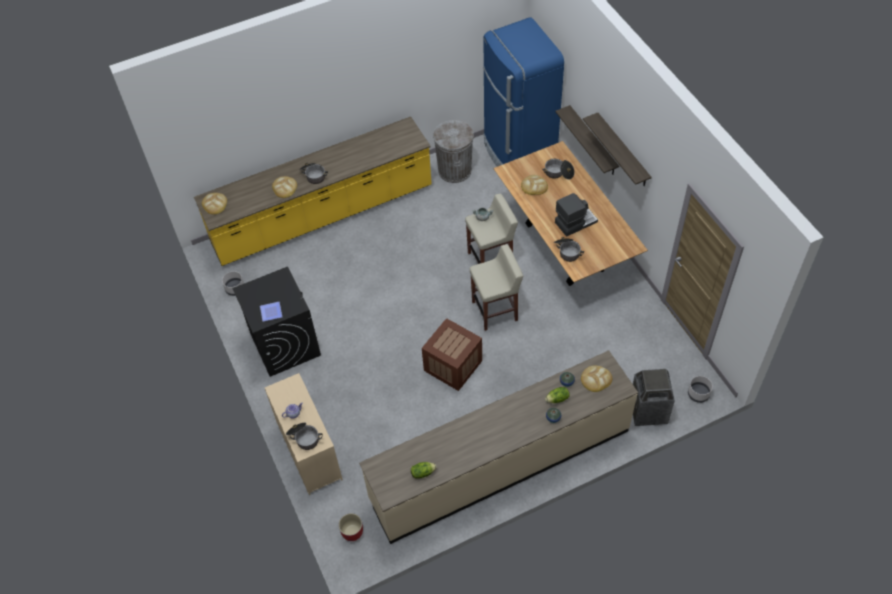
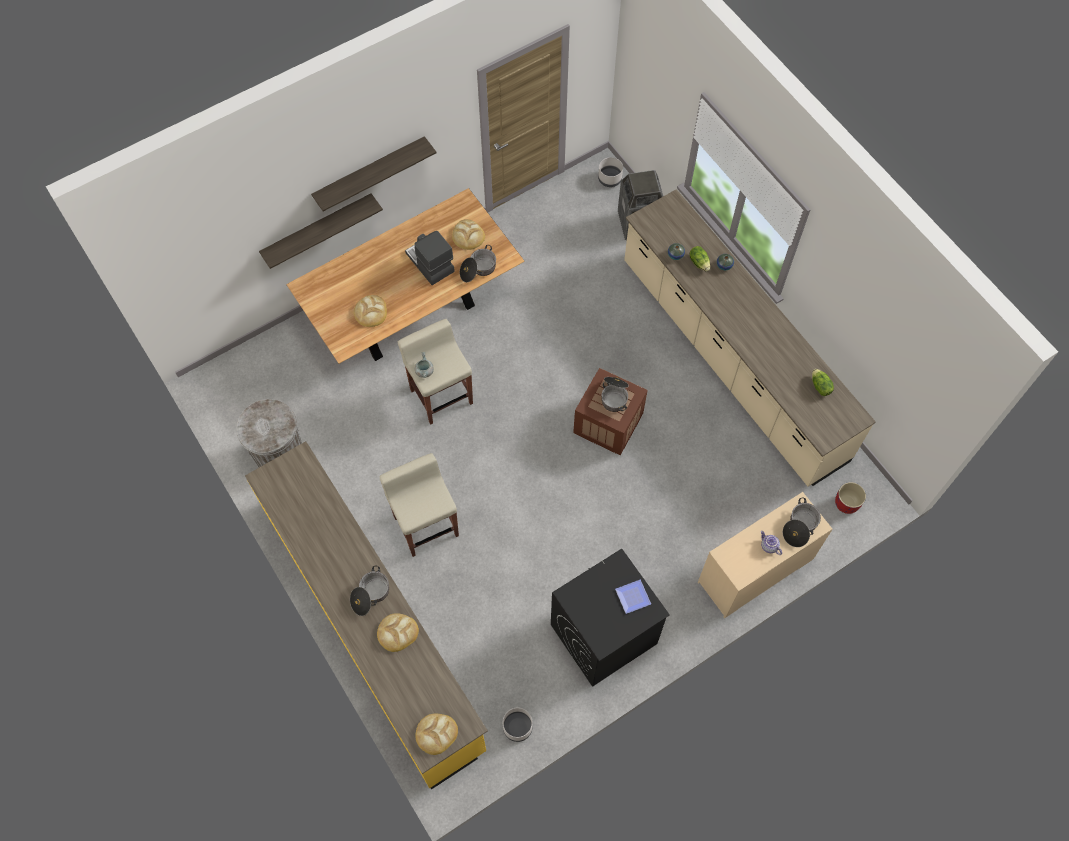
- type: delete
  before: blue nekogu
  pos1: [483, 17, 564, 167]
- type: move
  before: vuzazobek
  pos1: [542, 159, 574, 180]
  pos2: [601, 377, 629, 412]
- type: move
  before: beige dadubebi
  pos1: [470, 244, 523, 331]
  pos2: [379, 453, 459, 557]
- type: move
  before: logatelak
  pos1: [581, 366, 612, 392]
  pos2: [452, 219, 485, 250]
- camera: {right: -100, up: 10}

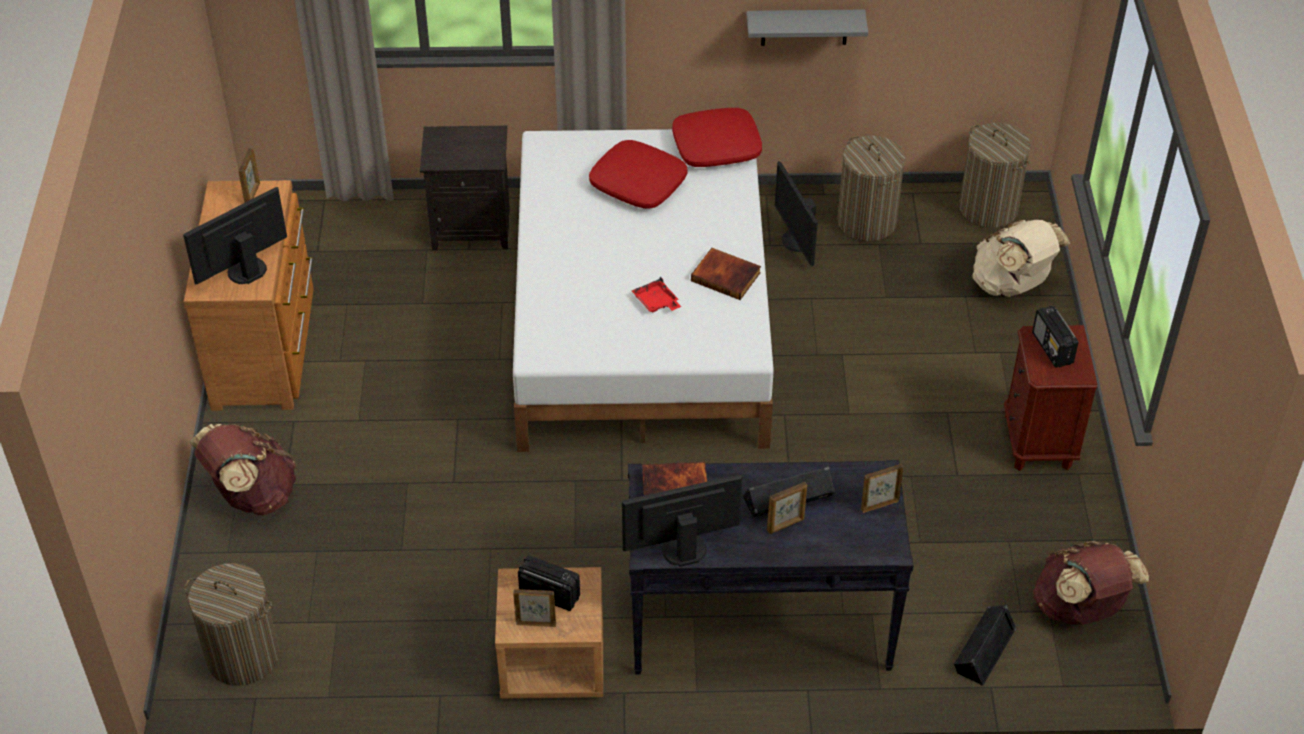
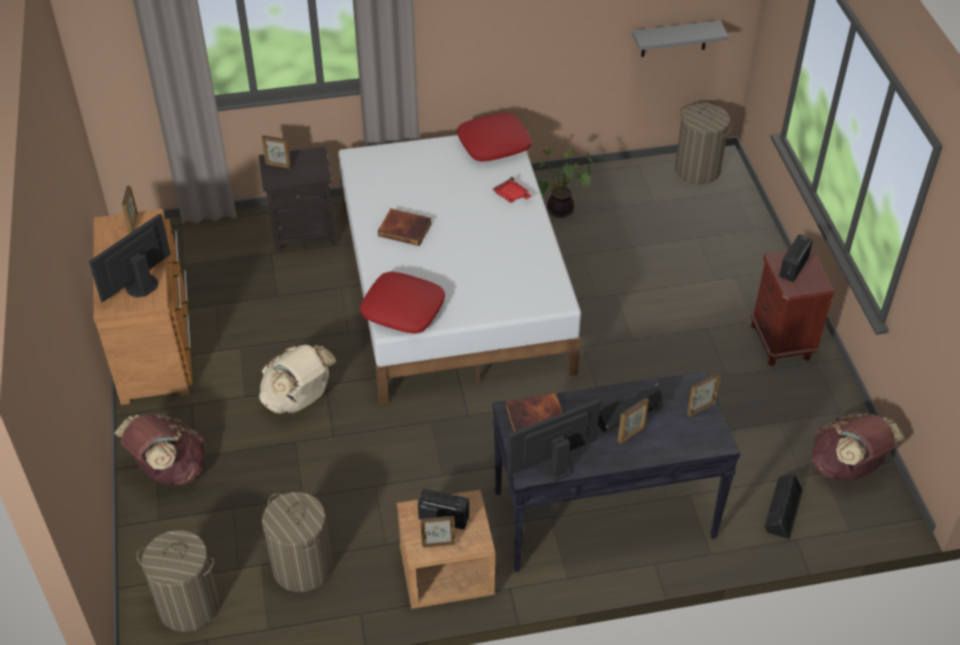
- type: move
  before: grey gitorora
  pos1: [747, 9, 868, 46]
  pos2: [632, 20, 729, 57]
- type: move
  before: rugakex
  pos1: [837, 136, 905, 241]
  pos2: [262, 492, 332, 592]
- type: move
  before: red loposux
  pos1: [589, 140, 688, 209]
  pos2: [360, 272, 445, 334]
- type: replace
  before: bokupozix
  after: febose
  pos1: [775, 161, 818, 266]
  pos2: [537, 148, 594, 218]
- type: move
  before: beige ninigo
  pos1: [972, 220, 1071, 297]
  pos2: [259, 344, 336, 413]
- type: move
  before: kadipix
  pos1: [691, 248, 761, 300]
  pos2: [378, 208, 432, 246]
- type: move
  before: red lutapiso
  pos1: [632, 277, 681, 312]
  pos2: [492, 177, 532, 203]
- type: rotate
  before: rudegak
  pos1: [1032, 306, 1078, 368]
  pos2: [779, 234, 813, 282]
  turn: 60
- type: insert
  after: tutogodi
  pos2: [262, 135, 291, 169]
- camera: {right: -10, up: 0}

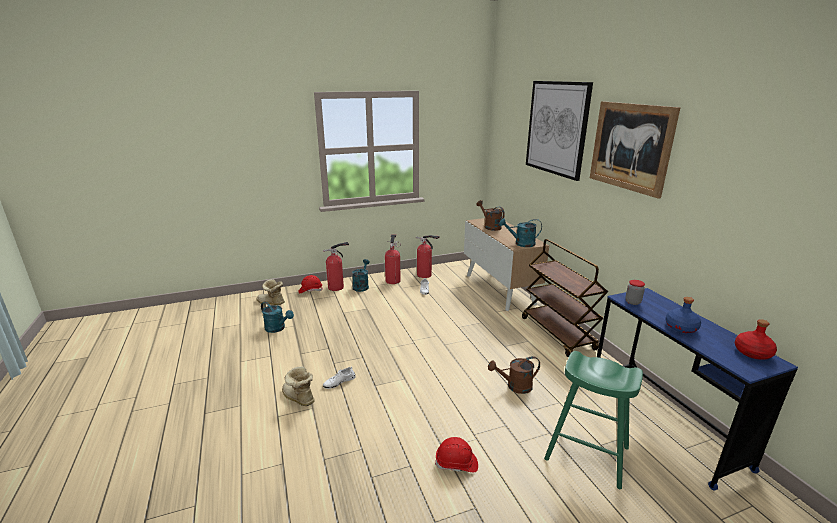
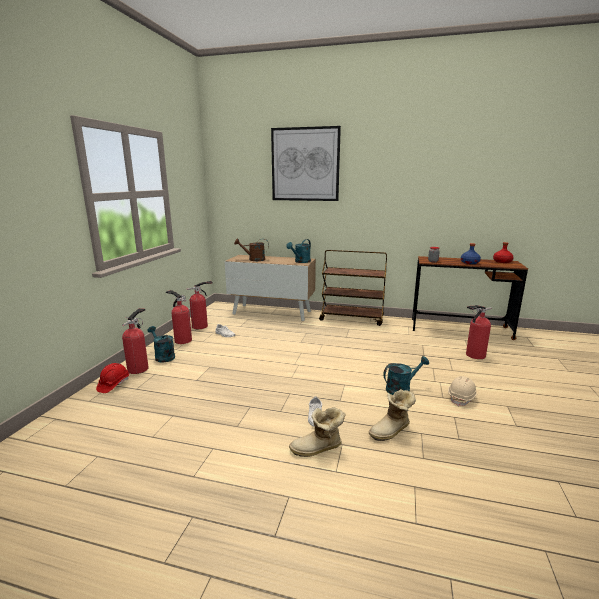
- type: delete
  before: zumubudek
  pos1: [590, 101, 681, 199]
- type: move
  before: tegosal
  pos1: [257, 279, 285, 305]
  pos2: [369, 389, 416, 441]
- type: recolor
  before: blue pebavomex
  after: brown pebavomex
  pos1: [597, 288, 798, 491]
  pos2: [412, 256, 528, 340]
- type: move
  before: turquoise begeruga
  pos1: [261, 302, 294, 333]
  pos2: [383, 356, 429, 395]
- type: replace
  before: green dadubebi
  after: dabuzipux
  pos1: [544, 351, 643, 489]
  pos2: [466, 305, 492, 359]
- type: delete
  before: brown begeruga
  pos1: [488, 356, 540, 394]
- type: recolor
  before: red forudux
  after: beige forudux
  pos1: [435, 437, 478, 472]
  pos2: [448, 376, 477, 407]
- camera: {right: -55, up: -5}

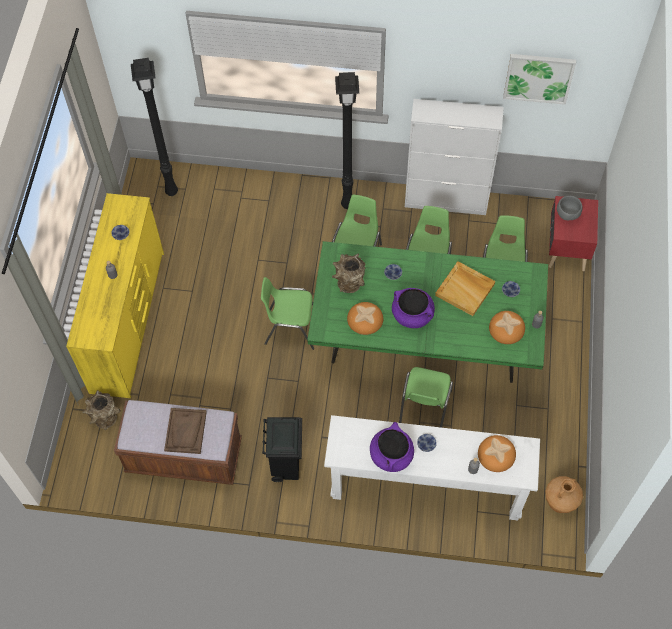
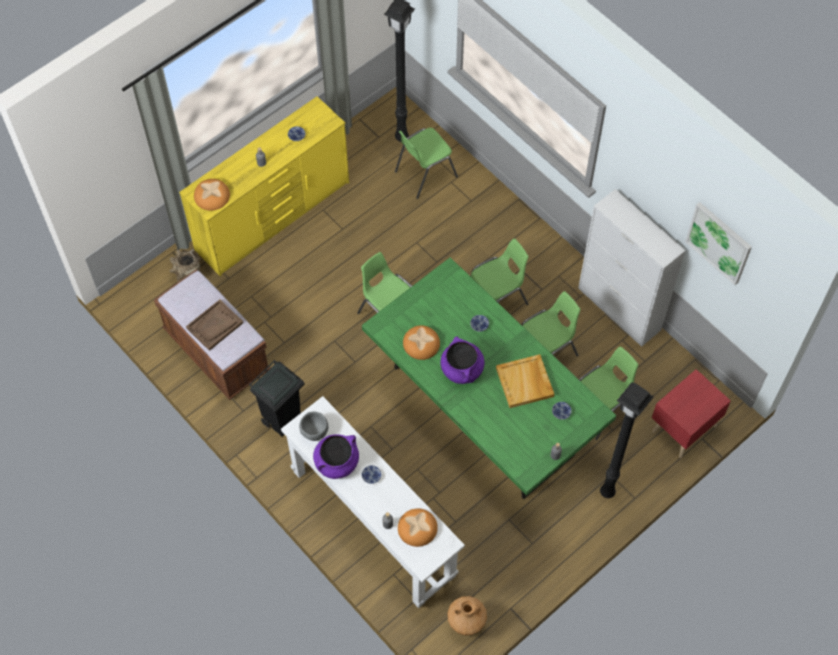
- type: move
  before: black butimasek
  pos1: [335, 72, 359, 209]
  pos2: [600, 382, 653, 498]
- type: move
  before: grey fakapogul
  pos1: [557, 196, 582, 220]
  pos2: [299, 411, 328, 441]
- type: delete
  before: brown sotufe
  pos1: [332, 253, 366, 293]
- type: move
  before: logatelak
  pos1: [489, 311, 525, 344]
  pos2: [194, 179, 230, 211]
- type: move
  before: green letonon
  pos1: [399, 367, 453, 428]
  pos2: [395, 128, 458, 199]
- camera: {right: 40, up: 0}

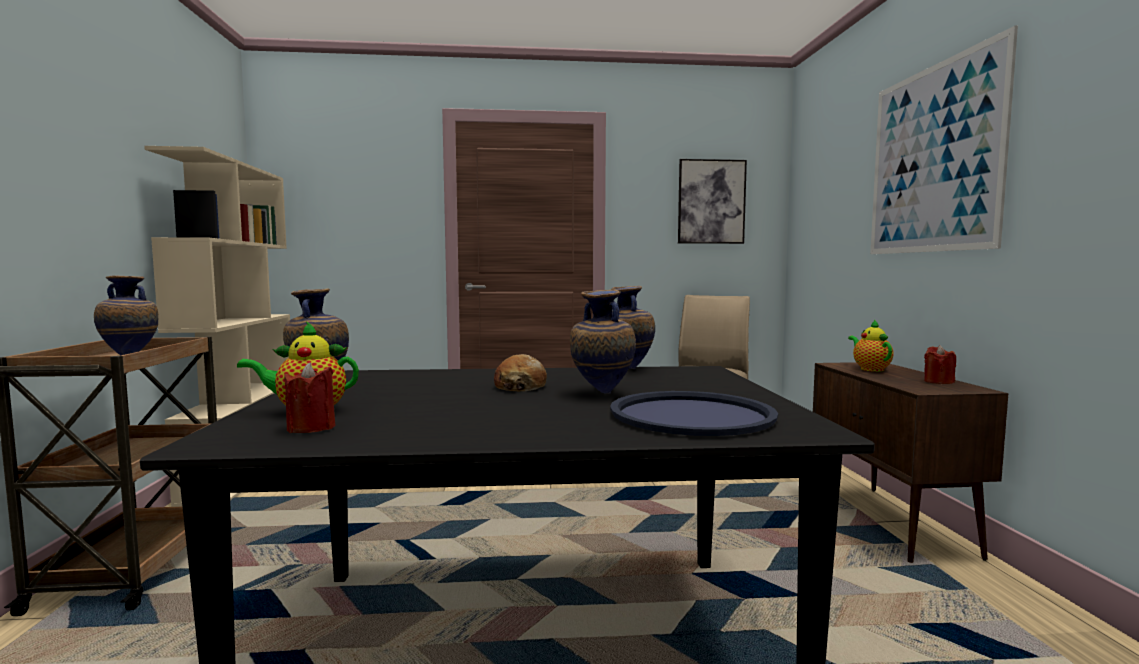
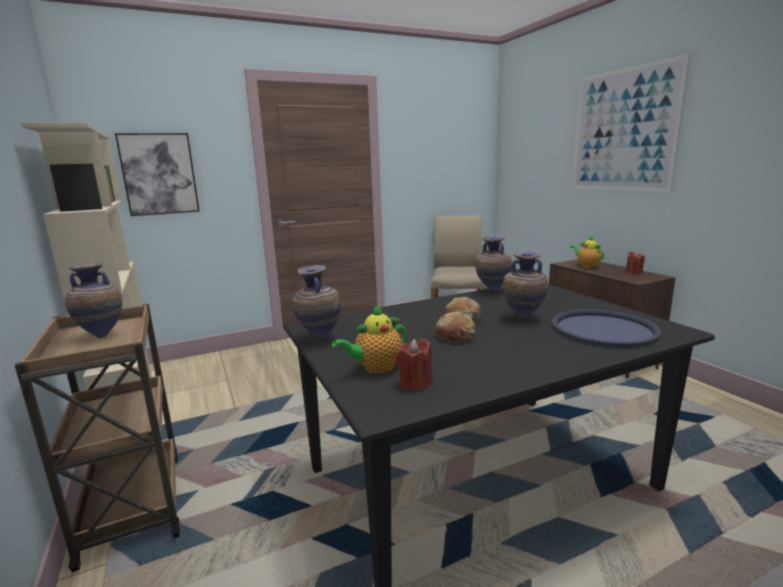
- type: move
  before: zumubudek
  pos1: [678, 159, 747, 244]
  pos2: [115, 133, 200, 216]
- type: insert
  after: logatelak
  pos2: [435, 311, 476, 343]
- camera: {right: -20, up: 10}

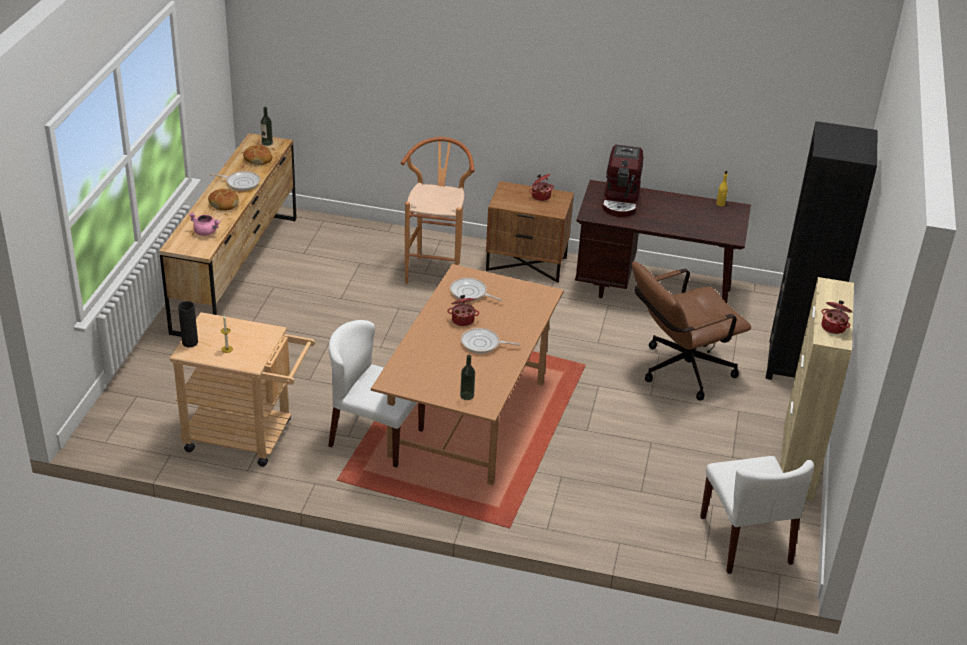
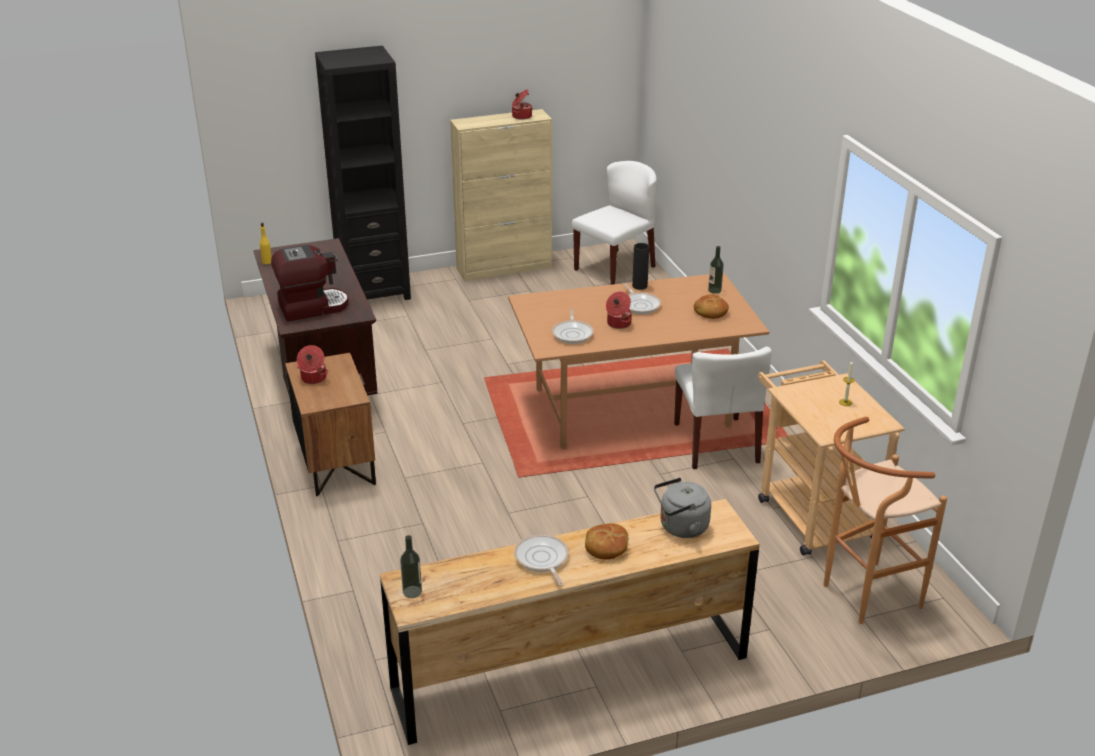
- type: move
  before: brown dadubebi
  pos1: [401, 137, 475, 284]
  pos2: [824, 417, 947, 624]
- type: move
  before: logatelak
  pos1: [243, 145, 273, 165]
  pos2: [694, 295, 729, 319]
- type: replace
  before: pink vuzazobek
  after: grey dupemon
  pos1: [189, 213, 221, 236]
  pos2: [654, 478, 711, 538]
- type: delete
  before: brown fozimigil
  pos1: [632, 261, 751, 400]
- type: move
  before: black sotufe
  pos1: [178, 301, 198, 347]
  pos2: [632, 243, 649, 290]
- camera: {right: -120, up: -5}

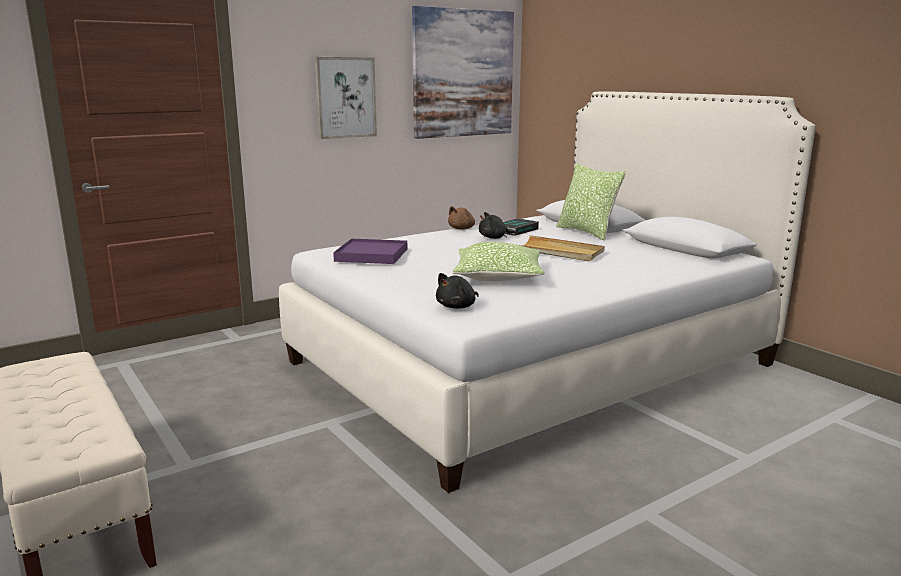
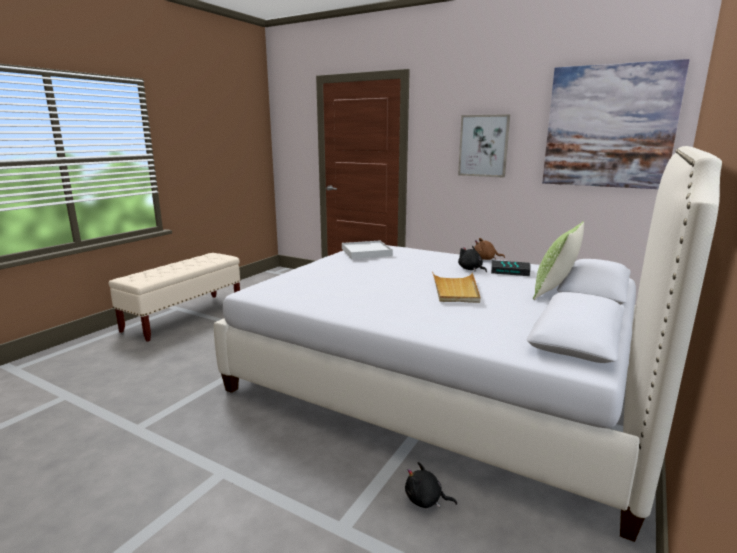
- type: recolor
  before: purple lutapiso
  after: white lutapiso
  pos1: [333, 239, 407, 264]
  pos2: [342, 241, 393, 259]
- type: delete
  before: loposux
  pos1: [452, 242, 545, 281]
- type: move
  before: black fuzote
  pos1: [436, 273, 479, 309]
  pos2: [405, 462, 457, 508]
- camera: {right: 65, up: 0}

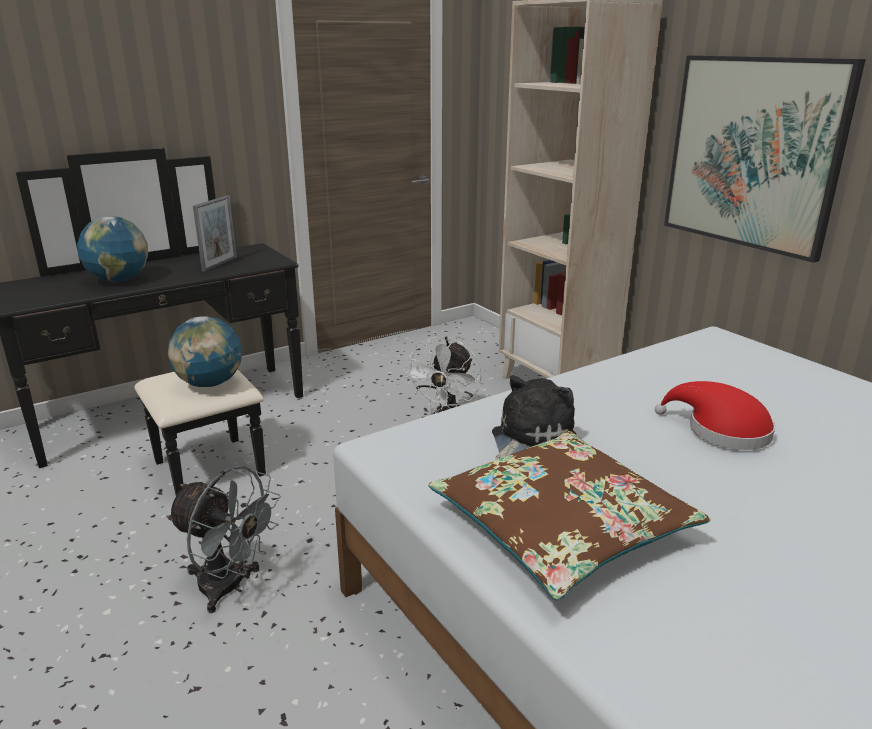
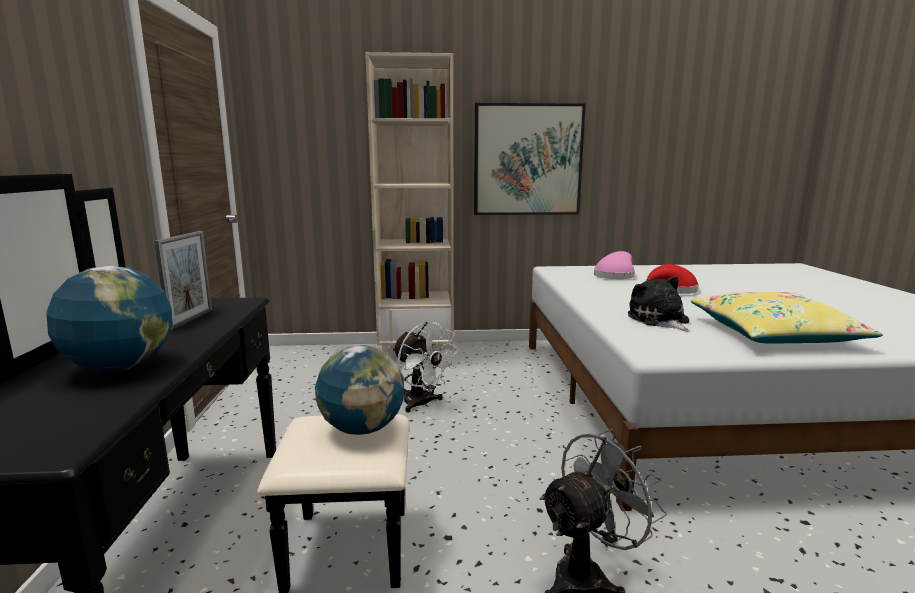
- type: rotate
  before: tutogodi
  pos1: [193, 195, 237, 272]
  pos2: [154, 231, 212, 330]
  turn: 45
- type: recolor
  before: brown loposux
  after: yellow loposux
  pos1: [428, 431, 710, 601]
  pos2: [690, 292, 883, 344]
- type: insert
  after: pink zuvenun
  pos2: [594, 251, 635, 279]
- camera: {right: -60, up: -10}

